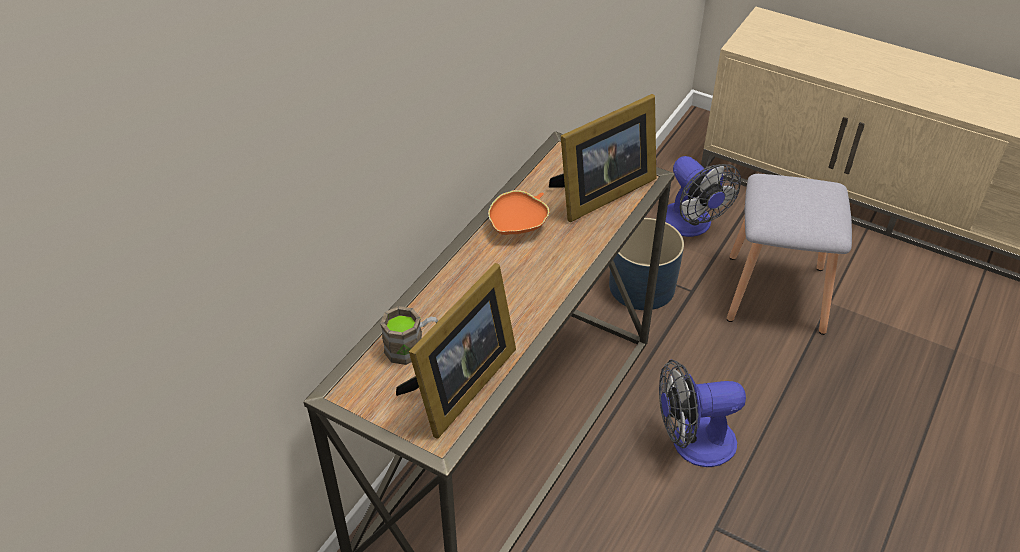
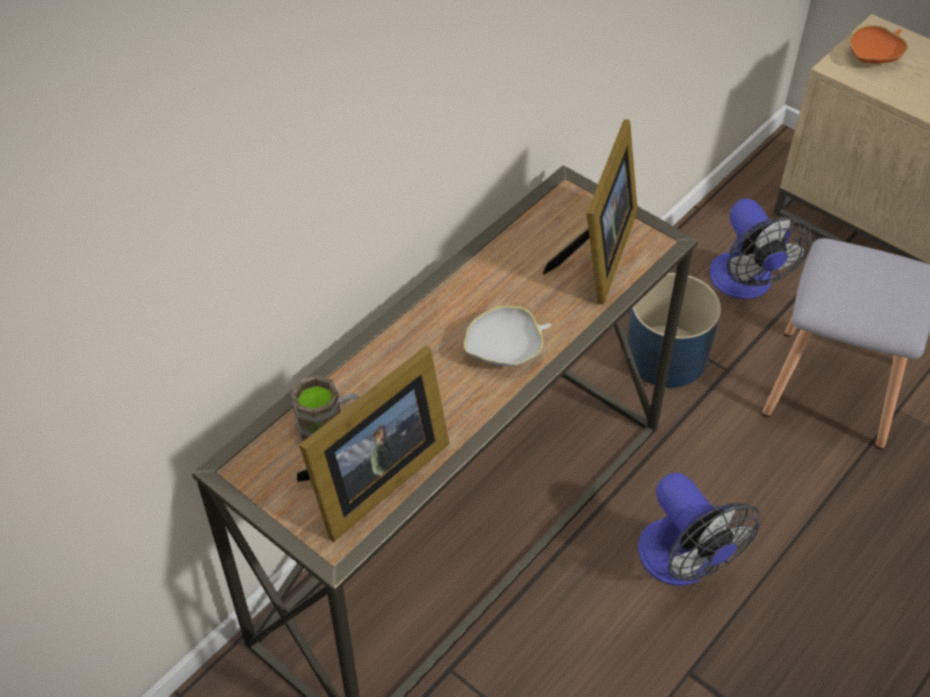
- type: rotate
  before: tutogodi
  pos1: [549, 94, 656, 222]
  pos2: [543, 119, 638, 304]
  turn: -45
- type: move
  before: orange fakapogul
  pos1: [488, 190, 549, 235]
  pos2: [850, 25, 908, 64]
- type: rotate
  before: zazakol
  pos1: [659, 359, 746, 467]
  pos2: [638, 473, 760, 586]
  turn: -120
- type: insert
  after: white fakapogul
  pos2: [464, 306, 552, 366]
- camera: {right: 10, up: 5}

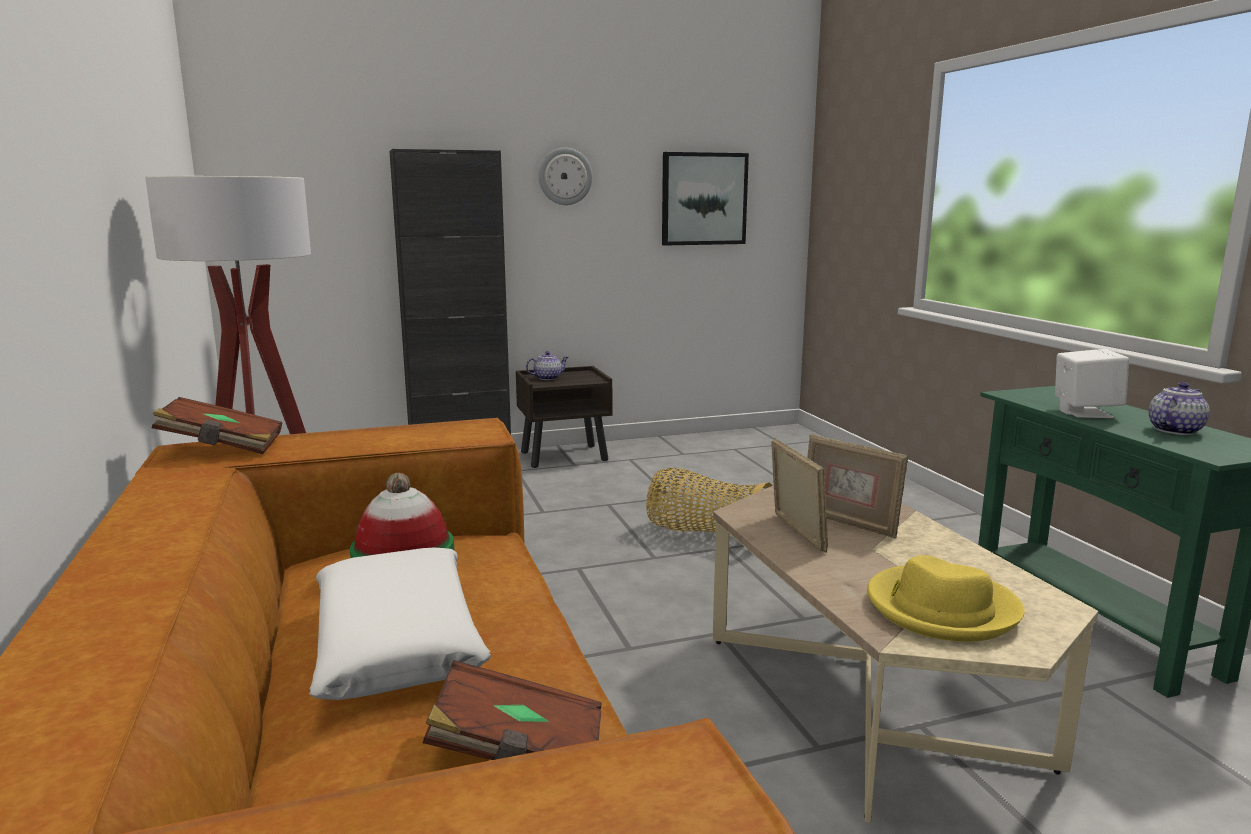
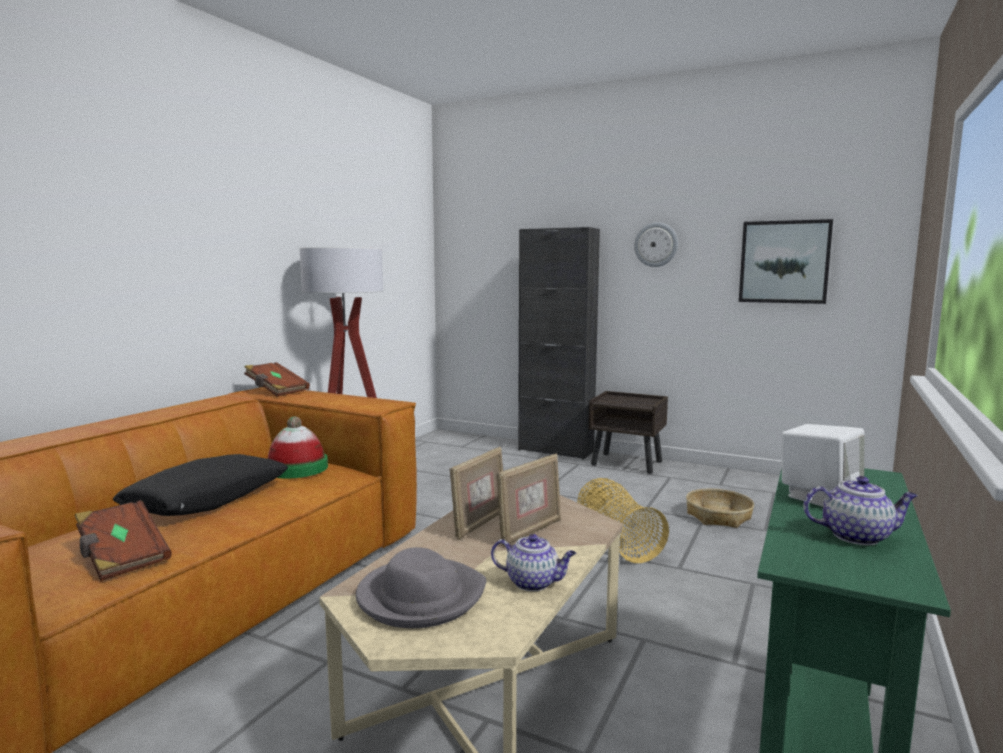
- type: move
  before: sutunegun
  pos1: [526, 351, 568, 380]
  pos2: [491, 534, 576, 591]
- type: rotate
  before: tutogodi
  pos1: [807, 434, 908, 538]
  pos2: [497, 453, 561, 547]
  turn: -135
- type: recolor
  before: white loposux
  after: black loposux
  pos1: [309, 548, 491, 700]
  pos2: [113, 454, 288, 516]
- type: recolor
  before: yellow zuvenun
  after: grey zuvenun
  pos1: [867, 555, 1025, 642]
  pos2: [356, 547, 486, 628]
- type: insert
  after: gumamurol
  pos2: [686, 489, 754, 528]
- camera: {right: 45, up: -5}

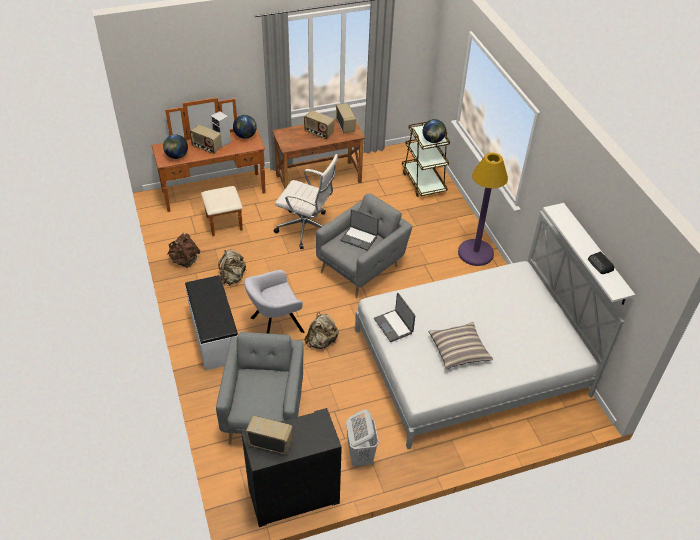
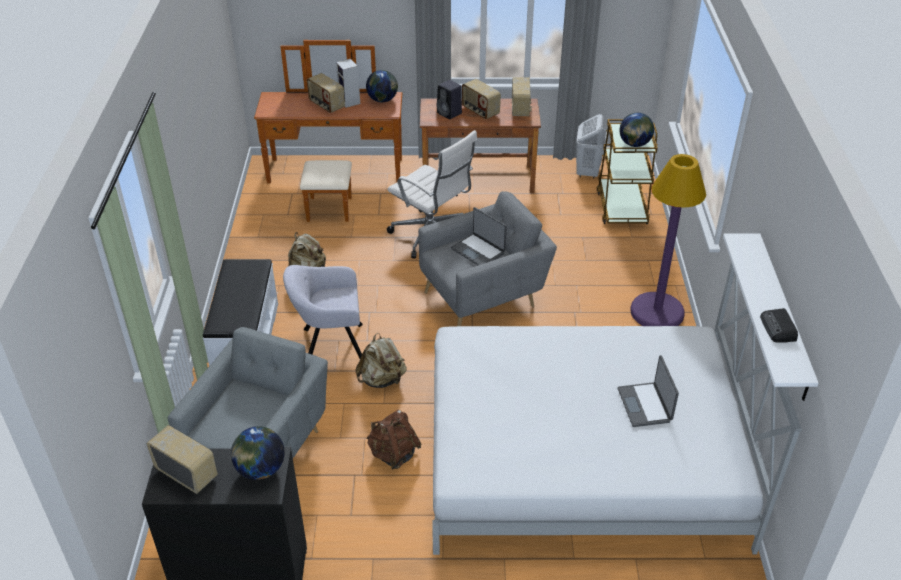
- type: move
  before: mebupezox
  pos1: [163, 134, 188, 159]
  pos2: [231, 426, 285, 480]
- type: move
  before: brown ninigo
  pos1: [168, 233, 200, 268]
  pos2: [366, 410, 422, 470]
- type: move
  before: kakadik
  pos1: [374, 293, 415, 342]
  pos2: [617, 355, 679, 427]
- type: delete
  before: loposux
  pos1: [429, 322, 493, 369]
- type: move
  before: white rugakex
  pos1: [346, 409, 379, 467]
  pos2: [576, 114, 607, 178]
- type: insert
  after: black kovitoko
  pos2: [436, 80, 462, 120]
- camera: {right: 20, up: -5}

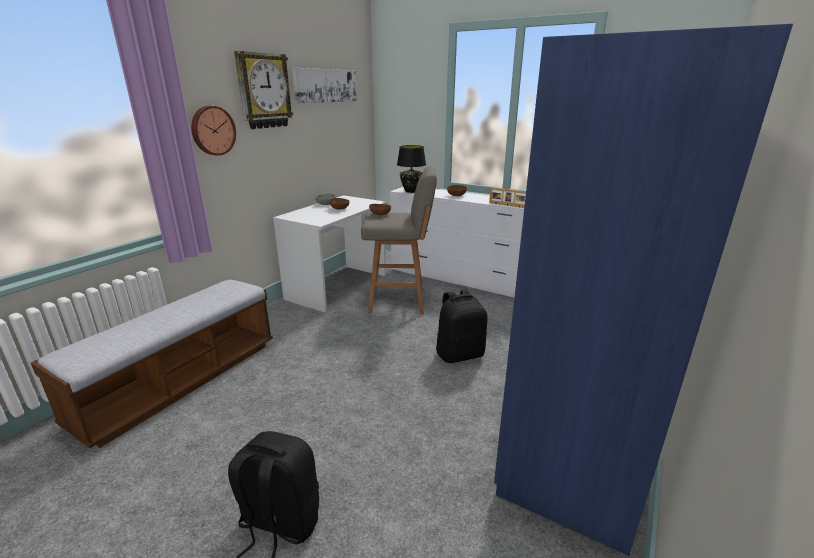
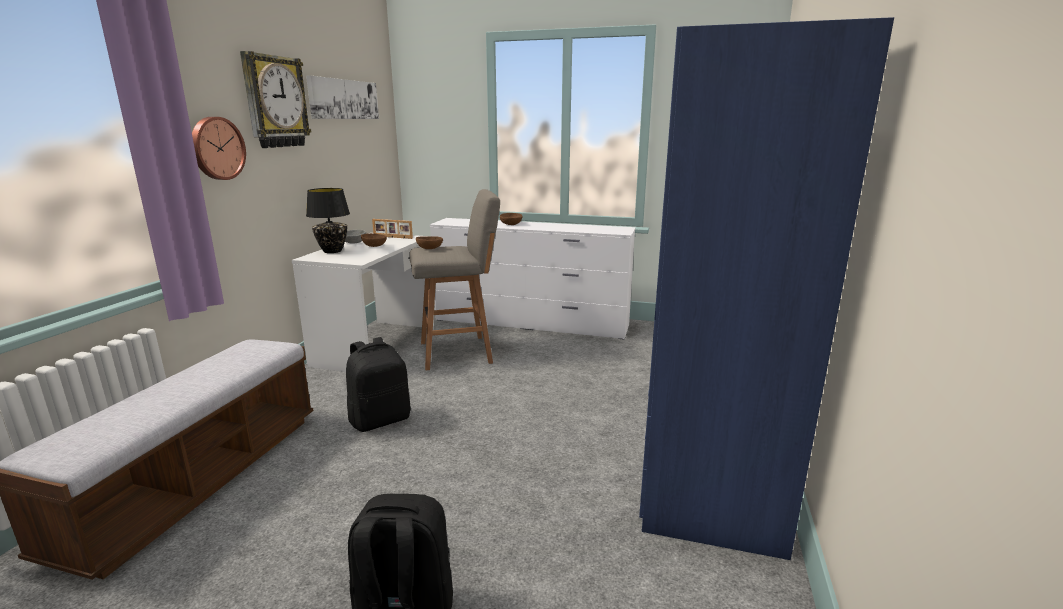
- type: move
  before: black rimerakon
  pos1: [397, 145, 426, 193]
  pos2: [306, 188, 350, 253]
- type: move
  before: tutogodi
  pos1: [489, 187, 526, 208]
  pos2: [372, 219, 413, 239]
- type: move
  before: black ninigo
  pos1: [436, 289, 488, 363]
  pos2: [346, 337, 411, 432]
- camera: {right: -15, up: -5}

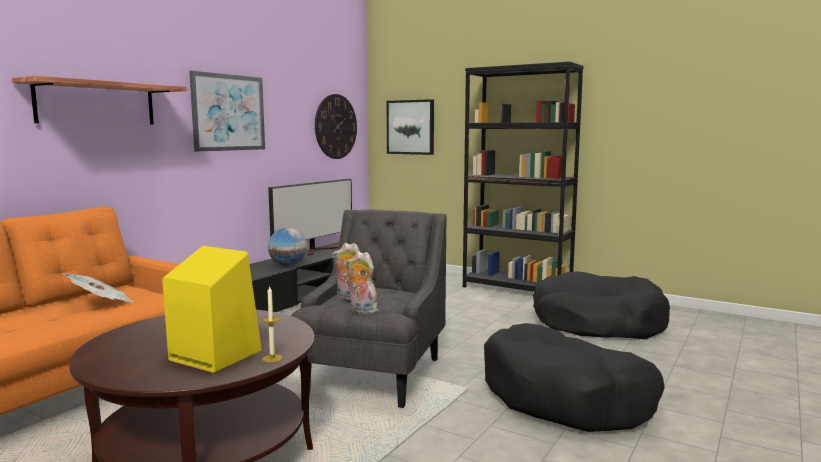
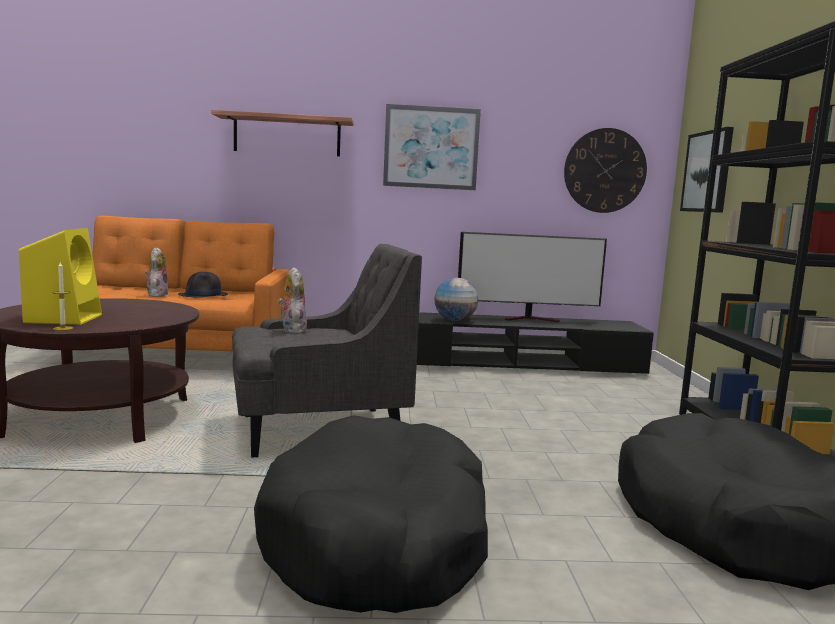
- type: move
  before: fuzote
  pos1: [346, 251, 378, 314]
  pos2: [145, 248, 169, 297]
- type: replace
  before: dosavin
  after: black zuvenun
  pos1: [62, 273, 134, 302]
  pos2: [178, 272, 228, 298]
- camera: {right: 55, up: 0}

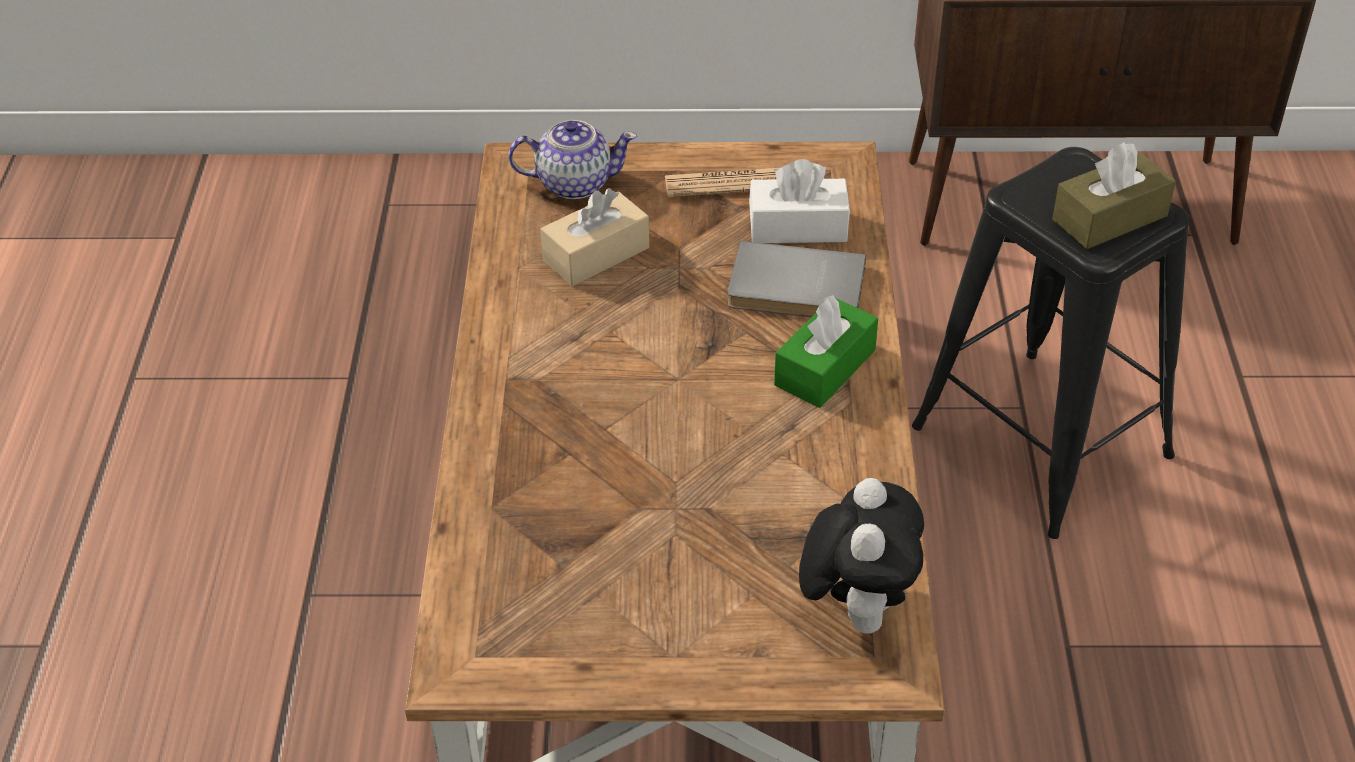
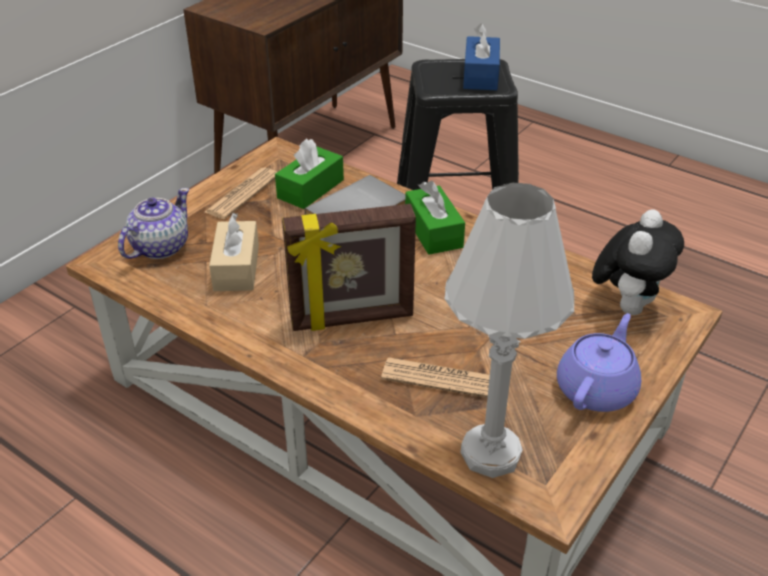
- type: recolor
  before: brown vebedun
  after: blue vebedun
  pos1: [1052, 142, 1176, 249]
  pos2: [463, 23, 500, 90]
- type: recolor
  before: white vebedun
  after: green vebedun
  pos1: [749, 159, 850, 243]
  pos2: [275, 139, 344, 209]
- type: rotate
  before: fuzote
  pos1: [799, 478, 924, 634]
  pos2: [592, 209, 684, 315]
  turn: 75
- type: insert
  after: white rimerakon
  pos2: [445, 183, 574, 478]
- type: insert
  after: tutogodi
  pos2: [282, 204, 416, 331]
- type: insert
  after: purple sutunegun
  pos2: [557, 313, 641, 412]
- type: insert
  after: dosavin
  pos2: [381, 357, 490, 398]
- camera: {right: -55, up: -5}

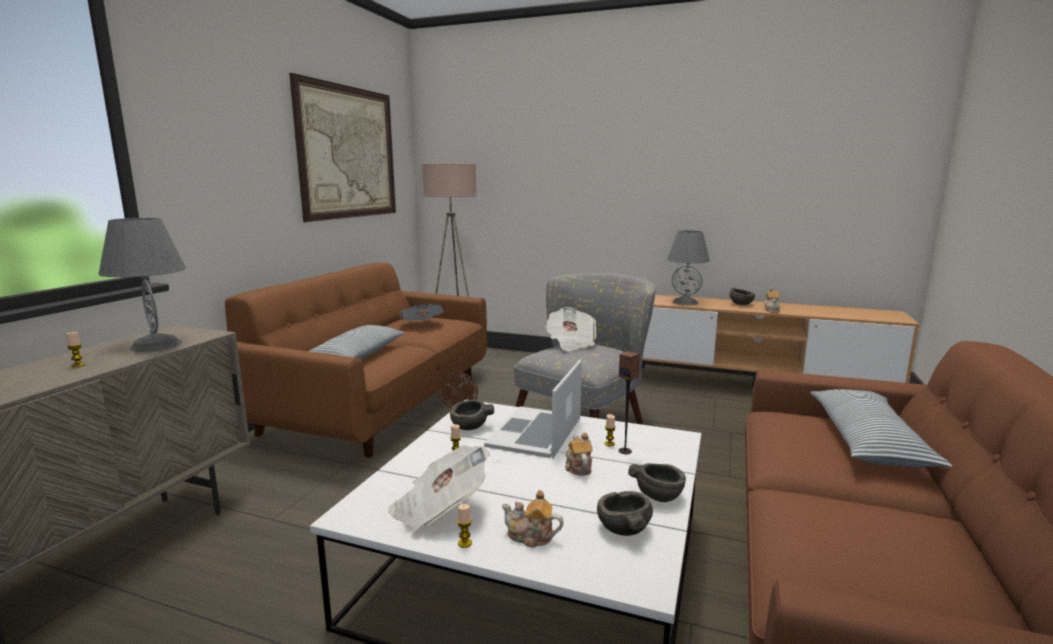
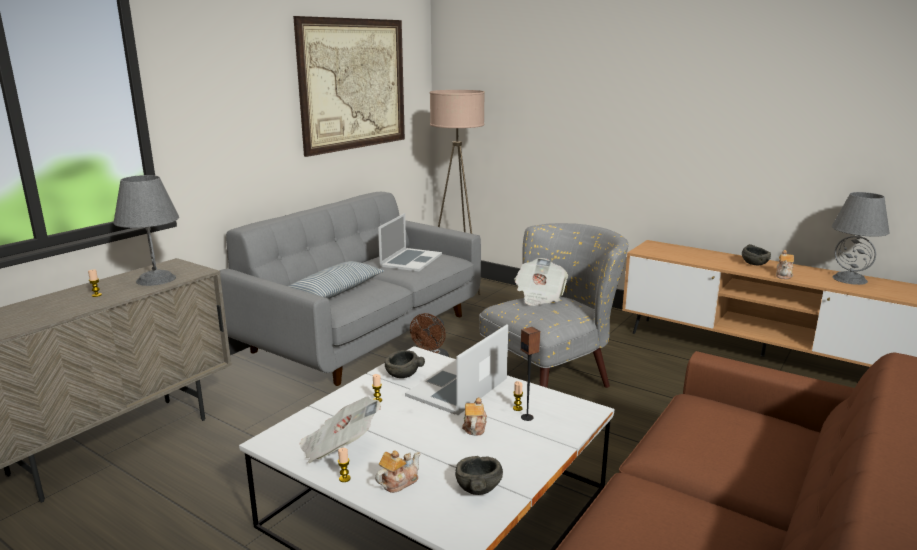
- type: move
  before: grey rimerakon
  pos1: [667, 230, 710, 305]
  pos2: [832, 192, 890, 285]
- type: recolor
  before: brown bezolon
  after: grey bezolon
  pos1: [225, 262, 487, 458]
  pos2: [219, 192, 481, 386]
- type: replace
  before: dosavin
  after: kakadik
  pos1: [399, 304, 444, 320]
  pos2: [378, 213, 442, 272]
- type: delete
  before: loposux
  pos1: [810, 389, 952, 468]
- type: delete
  before: grey fakapogul
  pos1: [628, 463, 686, 502]
- type: rotate
  before: sutunegun
  pos1: [502, 490, 564, 548]
  pos2: [375, 450, 420, 493]
  turn: 105
- camera: {right: 15, up: 5}

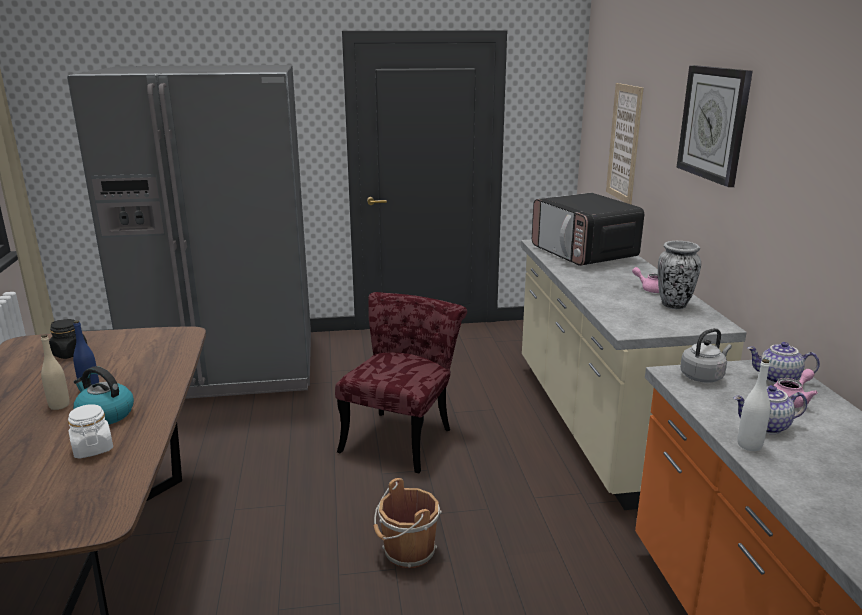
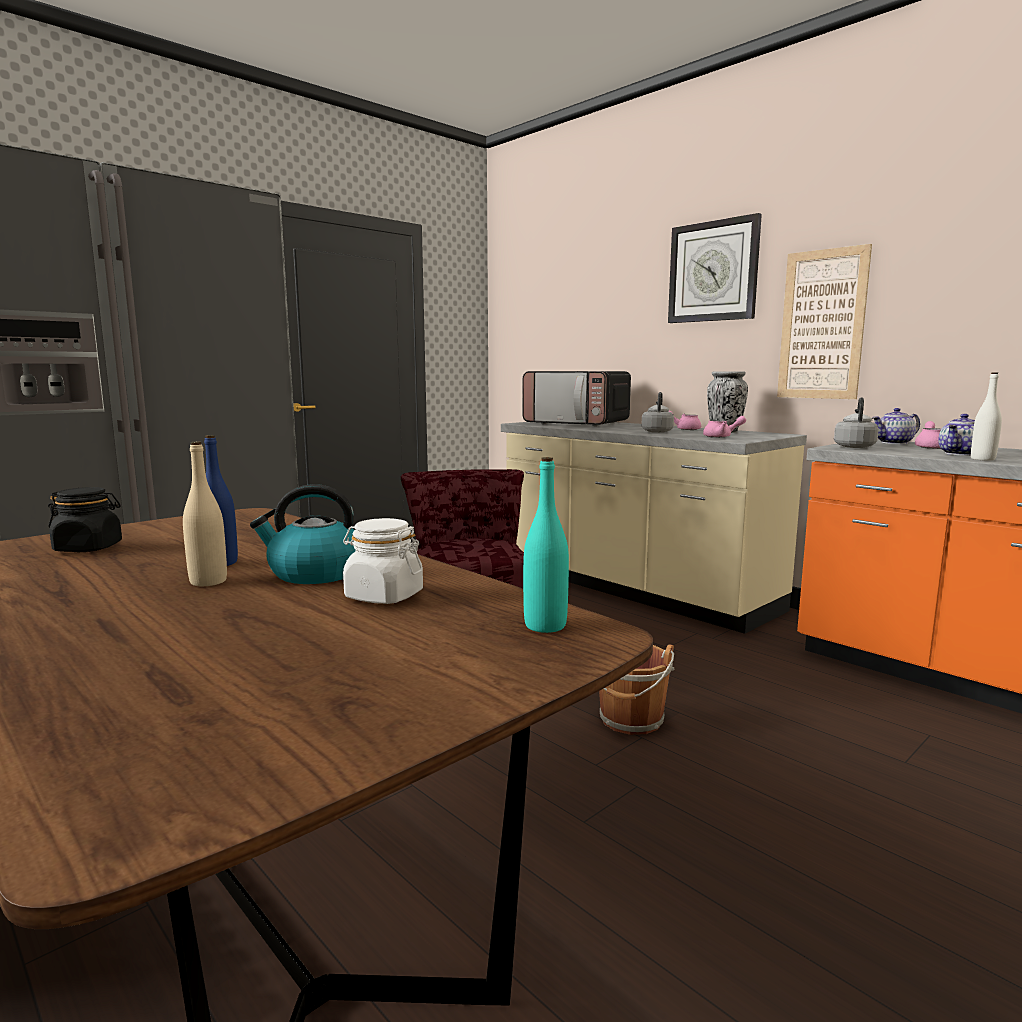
- type: move
  before: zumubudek
  pos1: [606, 83, 643, 204]
  pos2: [777, 244, 872, 399]
- type: insert
  after: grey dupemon
  pos2: [641, 392, 674, 433]
- type: insert
  after: pink sutunegun
  pos2: [703, 416, 746, 438]
- type: insert
  after: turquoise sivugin
  pos2: [523, 457, 569, 633]
- camera: {right: -35, up: -10}

